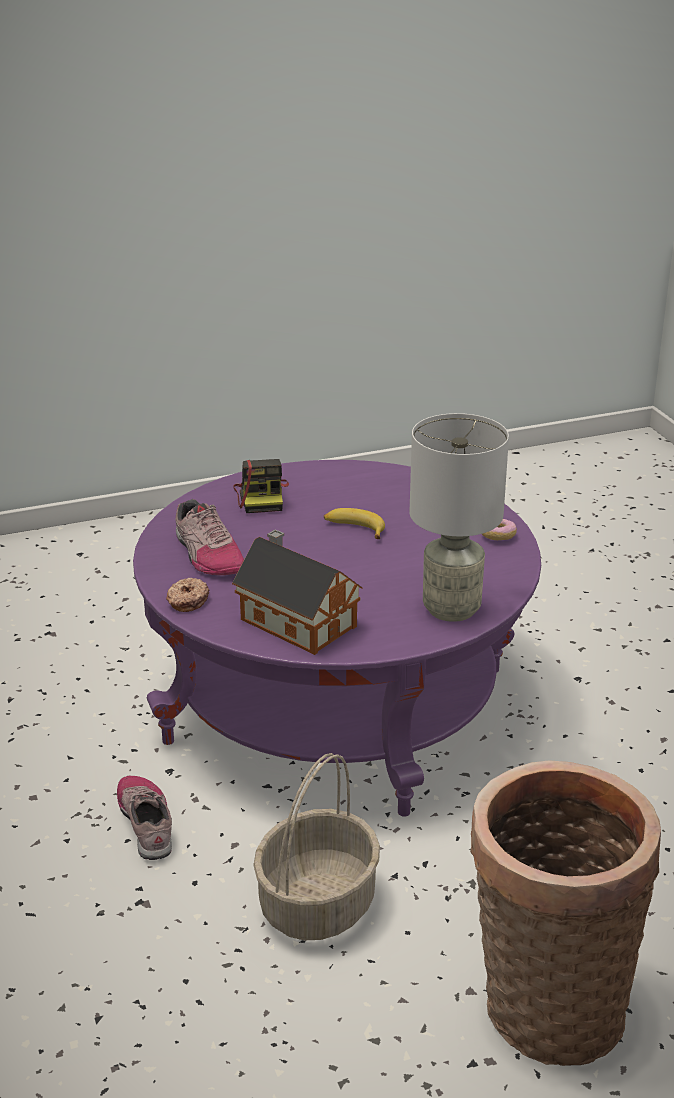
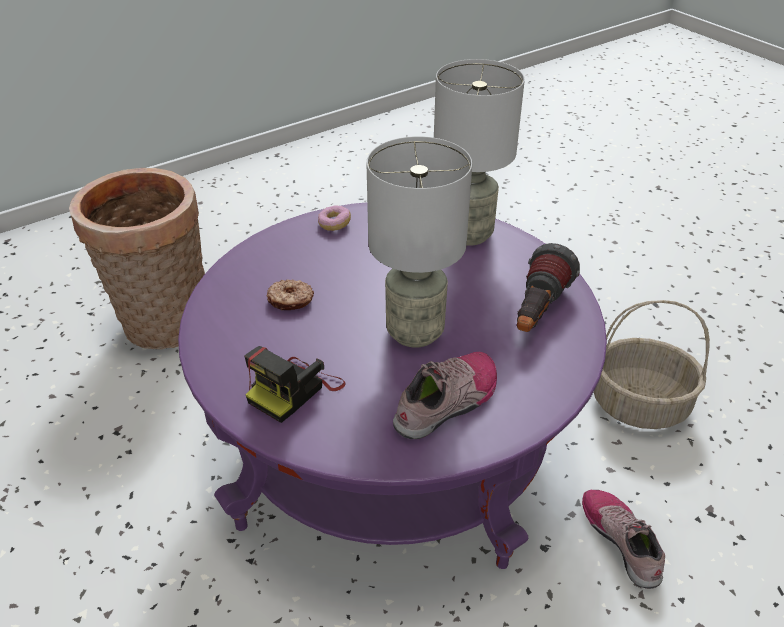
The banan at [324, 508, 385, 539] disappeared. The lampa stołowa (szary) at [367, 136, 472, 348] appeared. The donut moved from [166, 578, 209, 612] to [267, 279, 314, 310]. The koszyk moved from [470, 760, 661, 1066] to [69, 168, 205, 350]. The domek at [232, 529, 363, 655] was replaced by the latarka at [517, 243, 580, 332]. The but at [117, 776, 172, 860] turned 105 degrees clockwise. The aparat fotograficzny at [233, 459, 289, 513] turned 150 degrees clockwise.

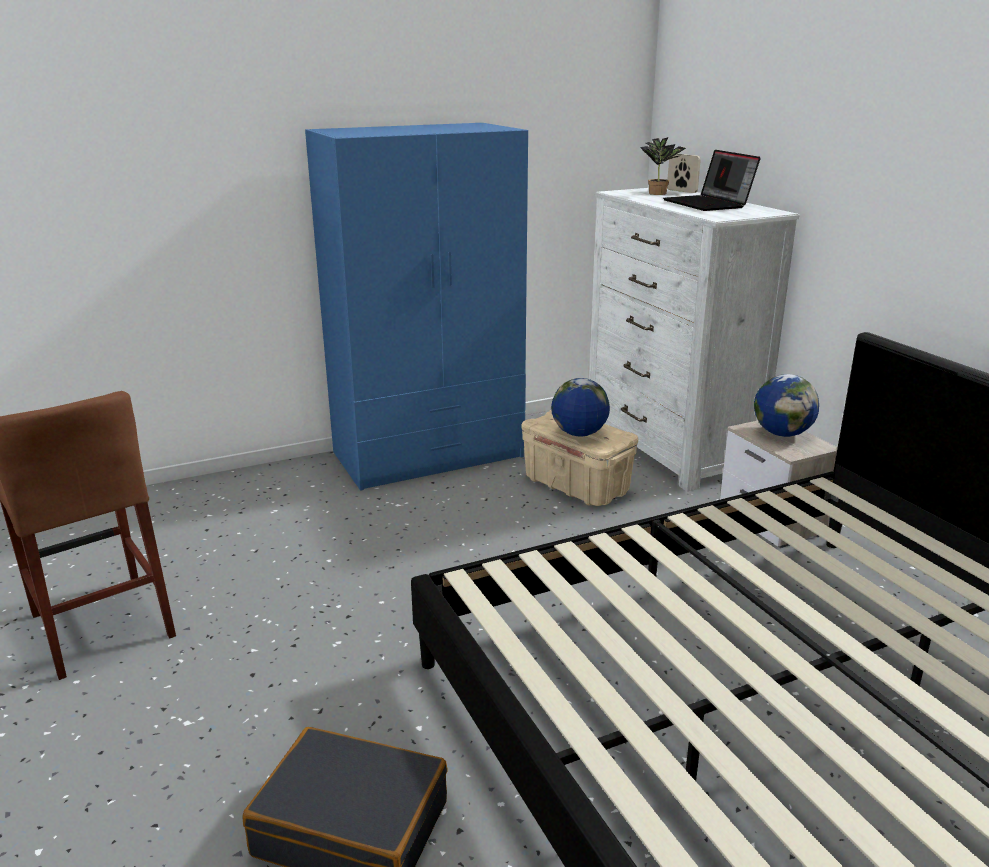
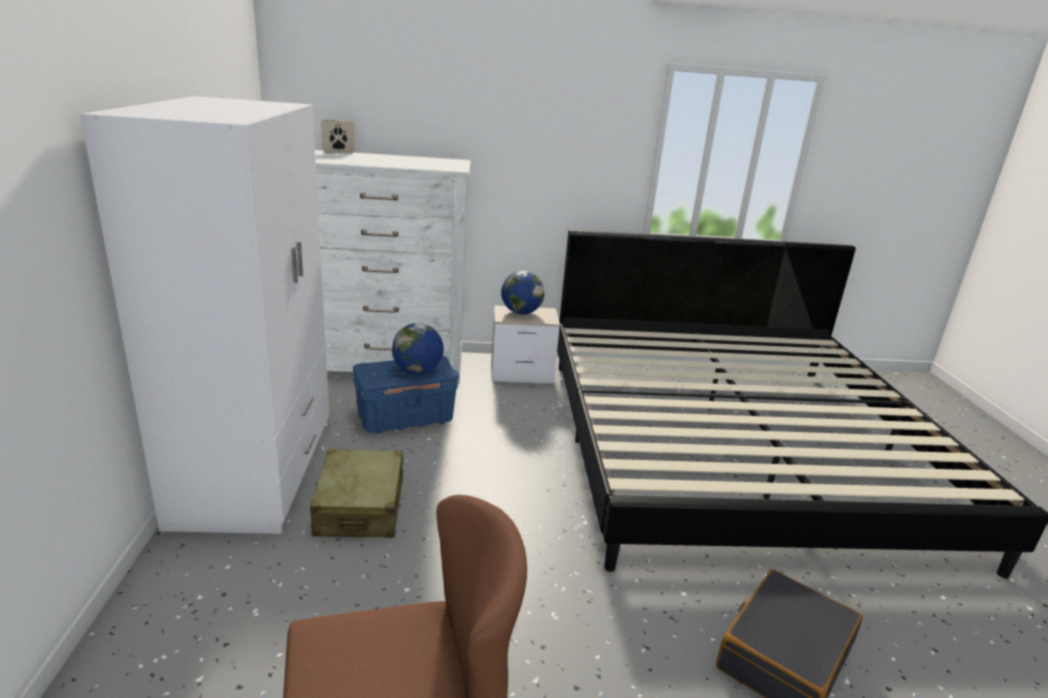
The roślina doniczkowa at [640, 137, 686, 195] disappeared. The laptop at [663, 150, 761, 211] disappeared. The walizka (beżowy) at [310, 449, 403, 538] appeared. The szafa (niebieski) at [305, 123, 528, 491] became the szafa (biały) at [80, 96, 329, 534]. The pojemnik do przechowywania (beżowy) at [522, 410, 638, 506] became the pojemnik do przechowywania (niebieski) at [353, 356, 459, 434].

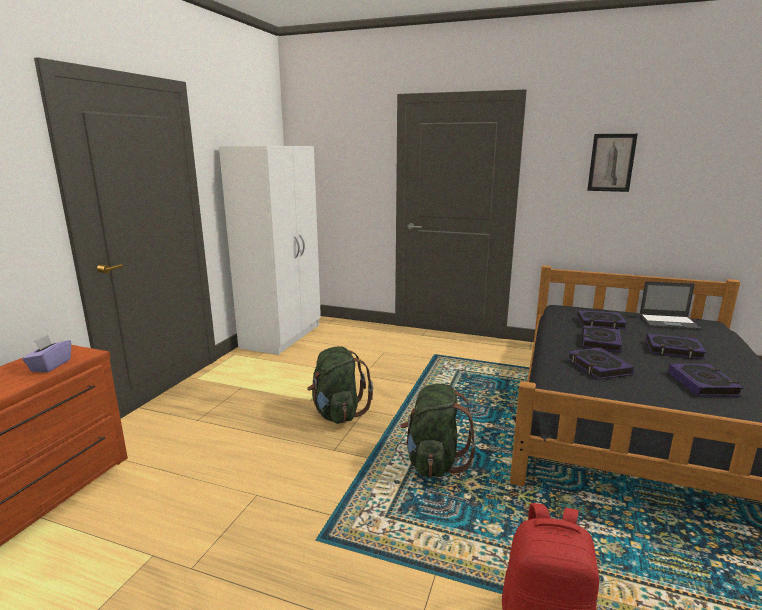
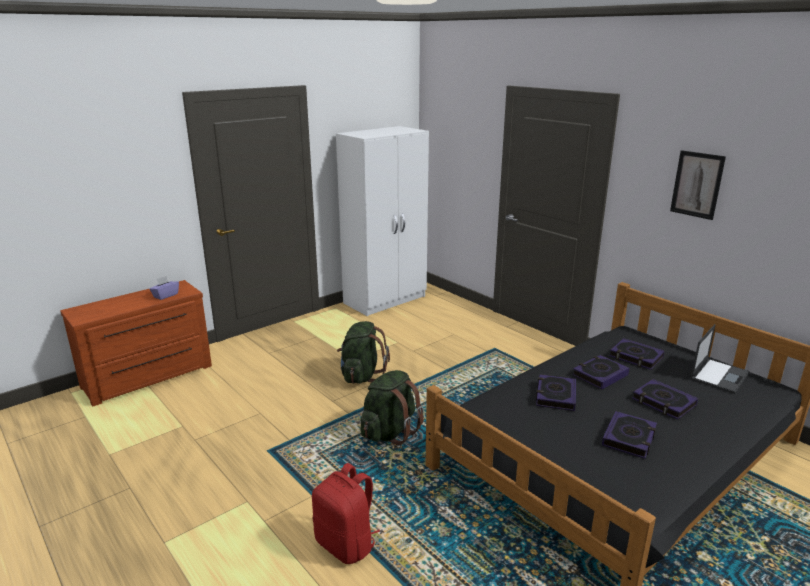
The laptop at [639, 281, 702, 331] turned 90 degrees counterclockwise.

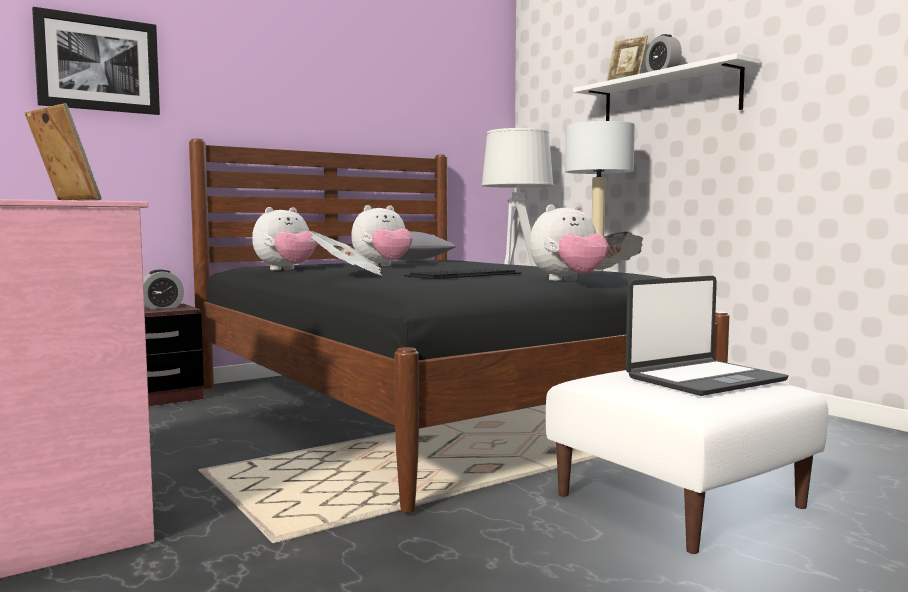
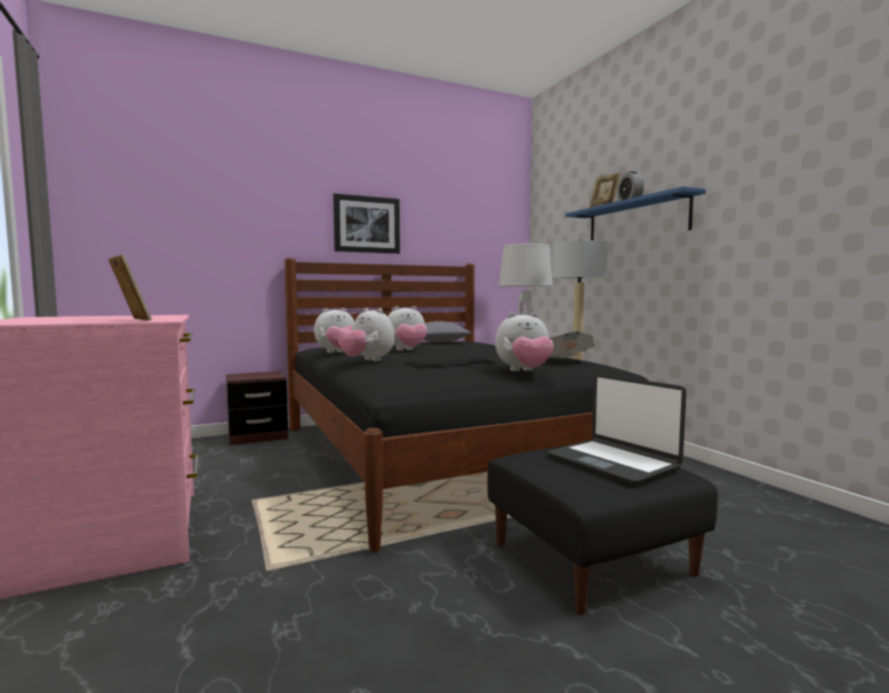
The budzik at [143, 269, 184, 309] disappeared. The obraz moved from [32, 7, 160, 115] to [333, 193, 400, 254]. The gazeta at [310, 231, 382, 276] was replaced by the pluszak at [338, 308, 394, 361]. The pufa (biały) at [546, 370, 828, 554] became the pufa (czarny) at [487, 445, 718, 615]. The półka (biały) at [573, 53, 761, 121] became the półka (niebieski) at [565, 186, 706, 240]. The laptop at [625, 276, 789, 396] turned 75 degrees clockwise.

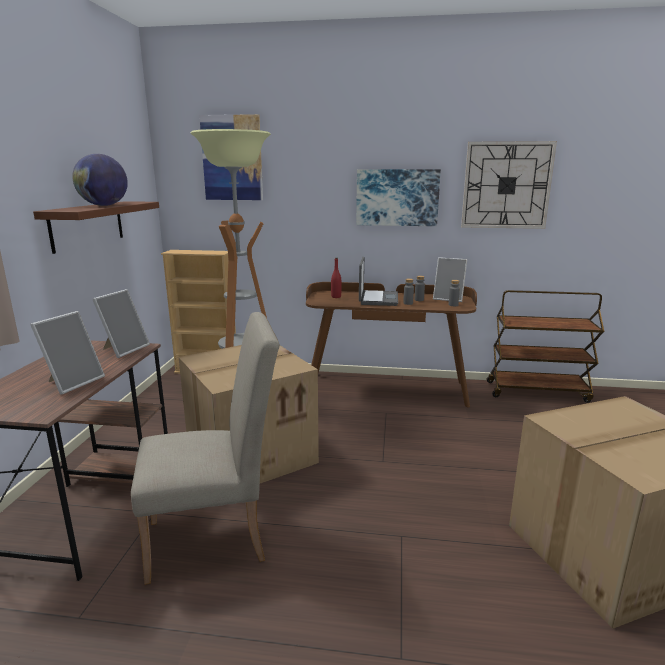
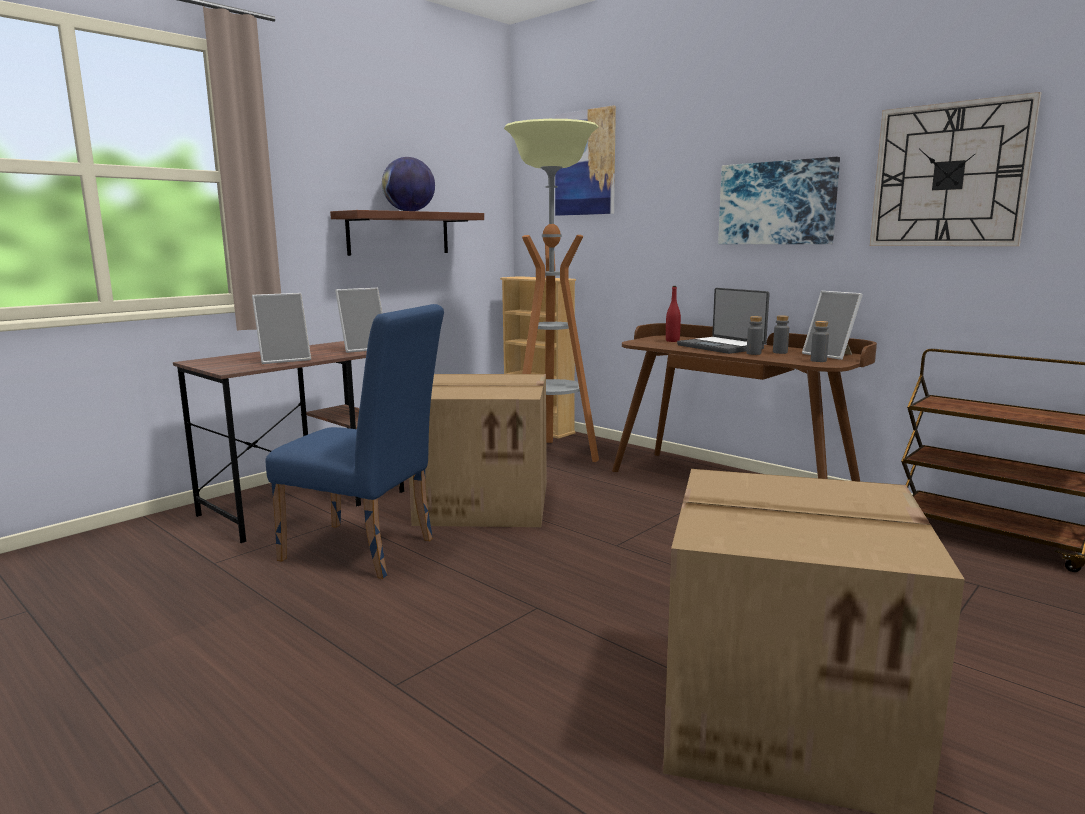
The krzesło (beżowy) at [131, 312, 280, 585] became the krzesło (niebieski) at [266, 304, 444, 579]. The laptop at [359, 257, 398, 306] turned 105 degrees clockwise.

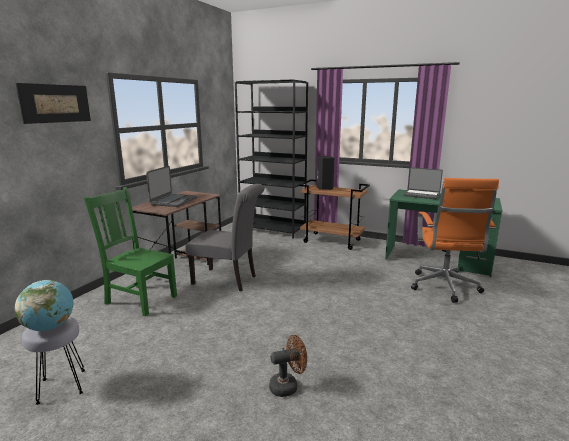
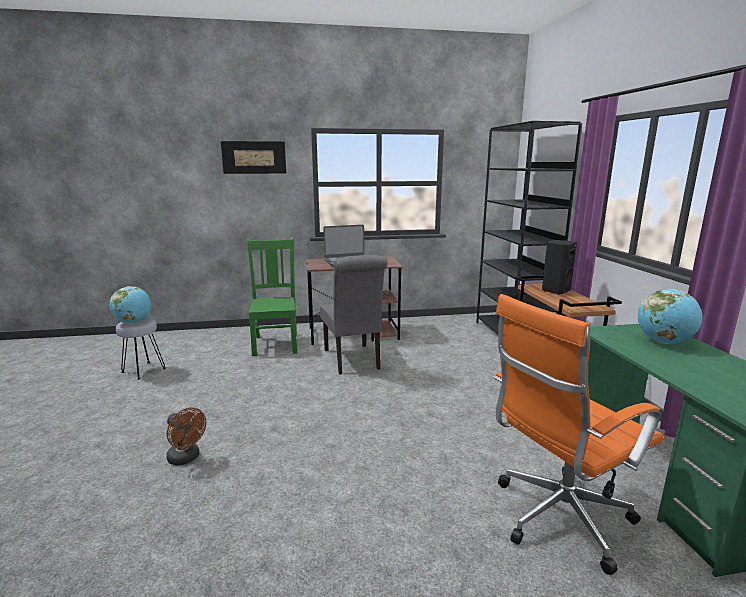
The laptop at [403, 167, 443, 199] was replaced by the globus at [638, 289, 703, 344].

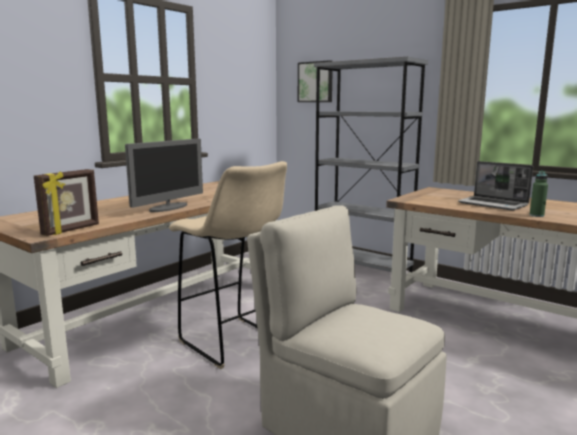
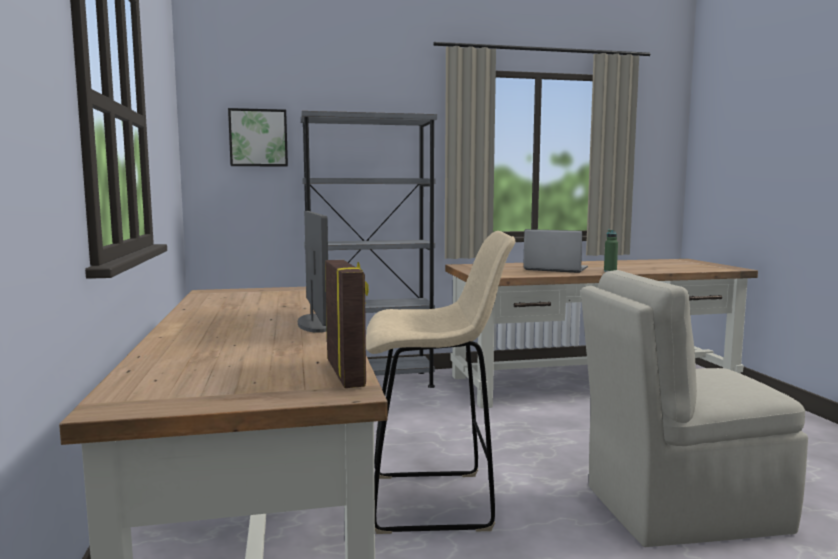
The laptop at [458, 161, 533, 211] turned 150 degrees counterclockwise.

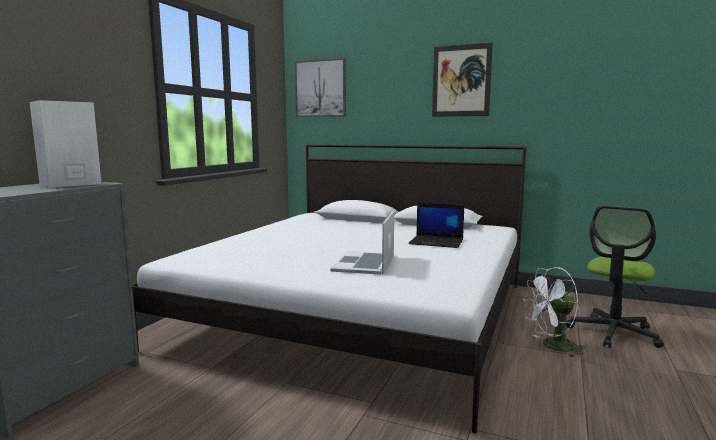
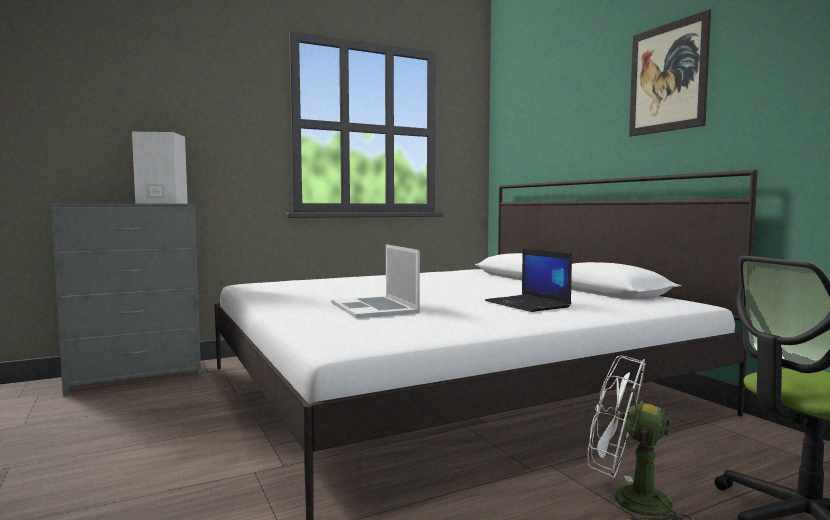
The obraz at [295, 58, 346, 117] disappeared. The laptop at [331, 211, 394, 275] turned 75 degrees counterclockwise.

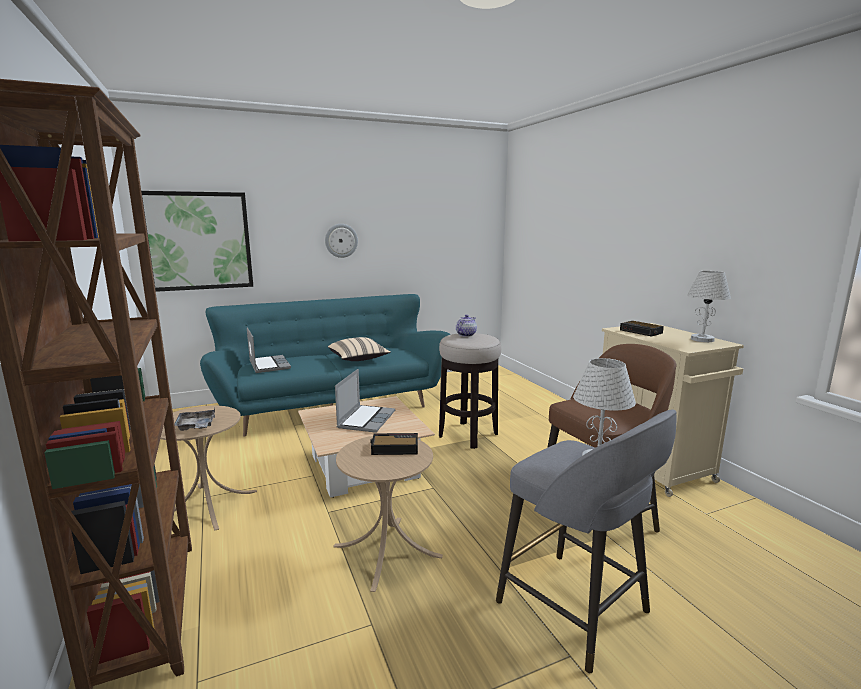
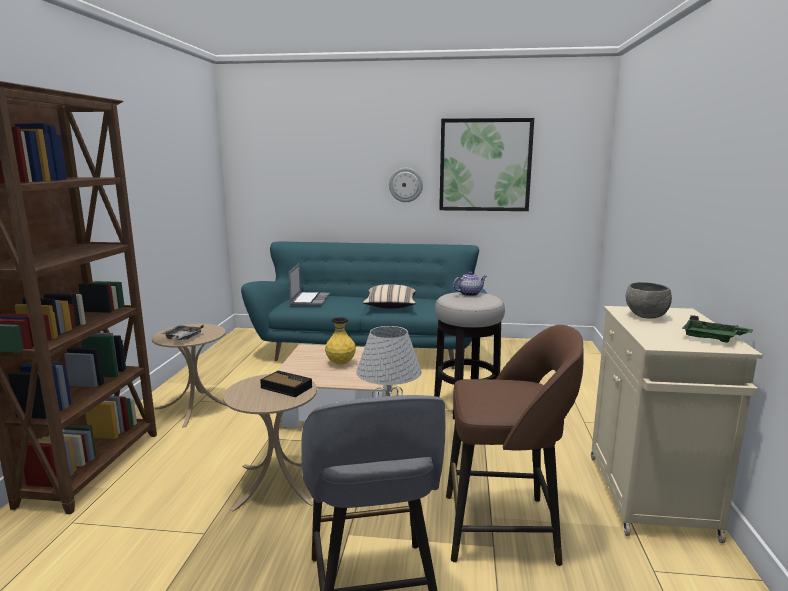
The obraz moved from [141, 191, 253, 292] to [439, 118, 534, 211]. The laptop at [335, 369, 395, 433] was replaced by the wazon (żółty) at [325, 317, 356, 365]. The budzik at [620, 321, 664, 337] was replaced by the miska (szary) at [626, 282, 672, 318]. The lampa stołowa (biały) at [687, 271, 731, 342] was replaced by the taca (zielony) at [682, 315, 753, 343].

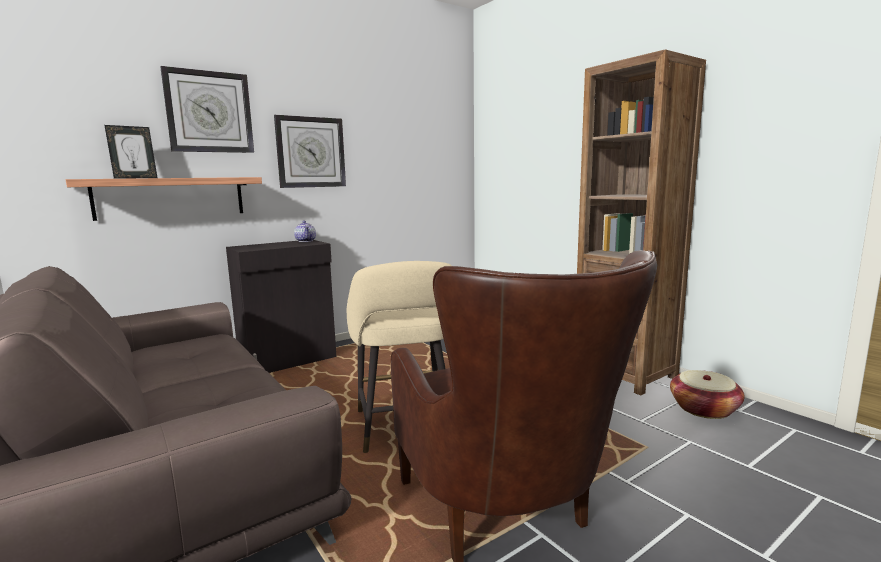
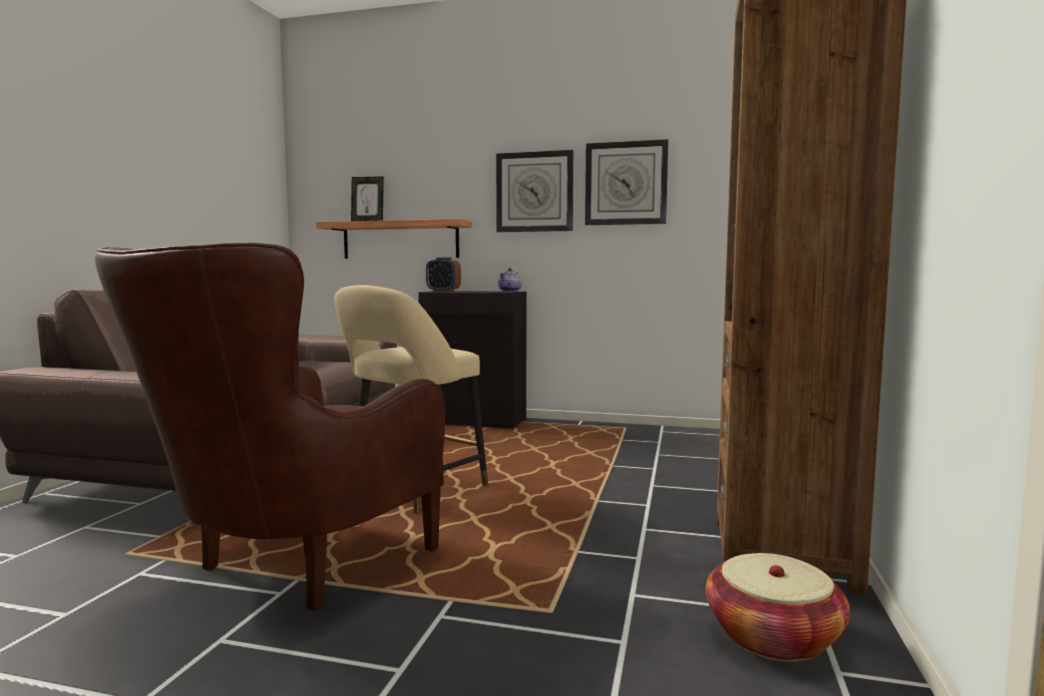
The budzik at [426, 257, 461, 292] appeared. The zegar ścienny moved from [160, 66, 254, 153] to [585, 139, 668, 225].

